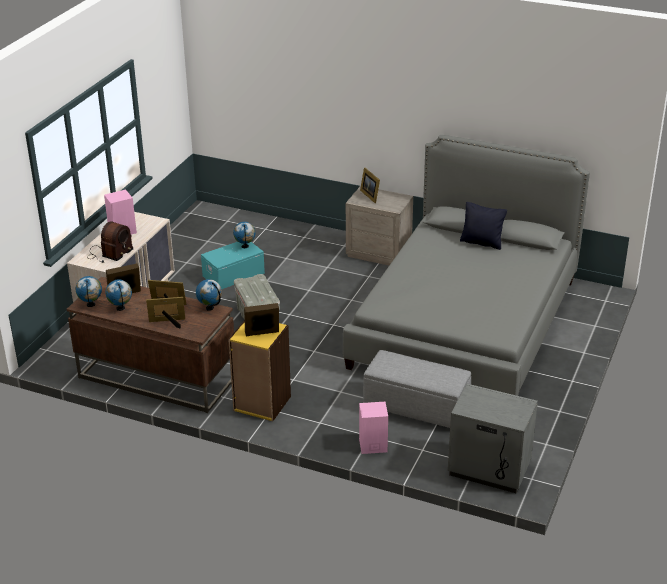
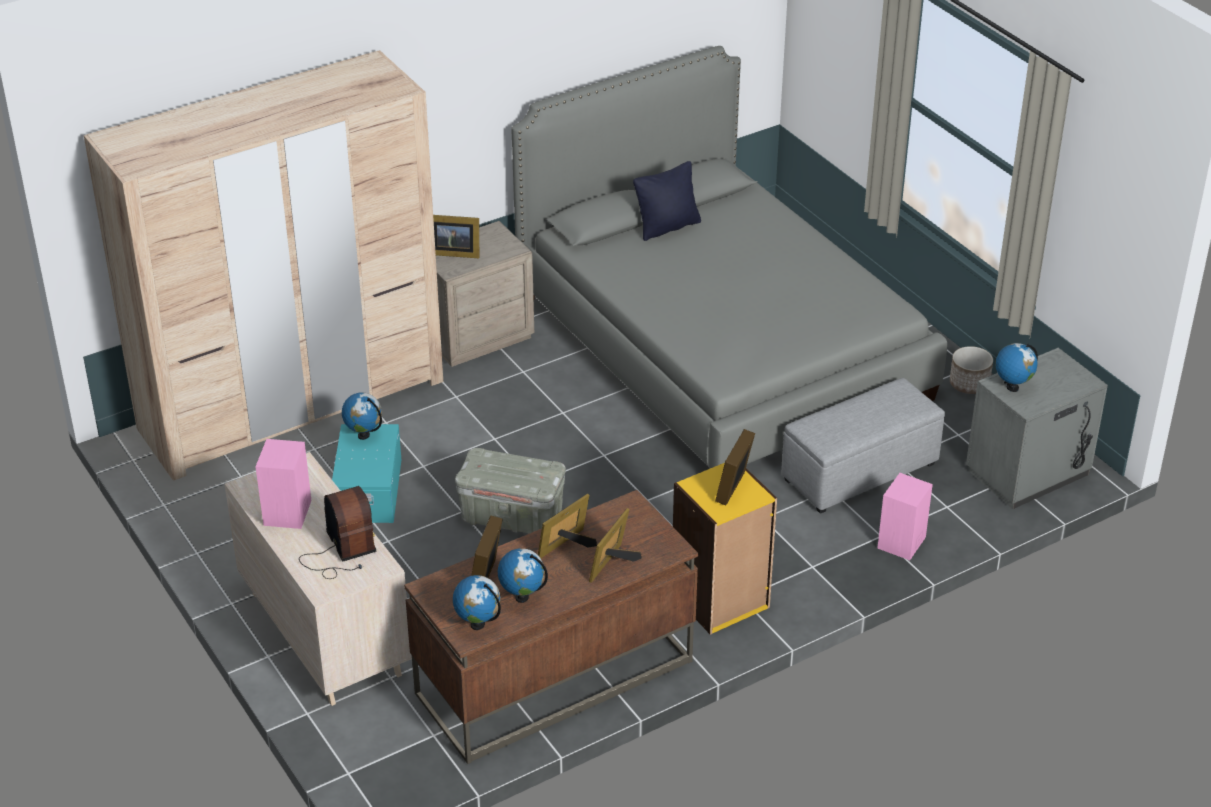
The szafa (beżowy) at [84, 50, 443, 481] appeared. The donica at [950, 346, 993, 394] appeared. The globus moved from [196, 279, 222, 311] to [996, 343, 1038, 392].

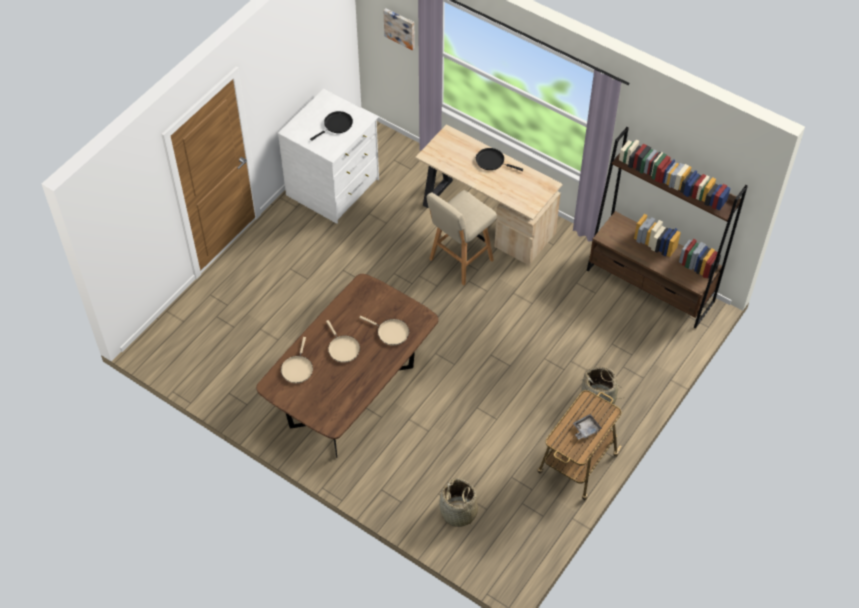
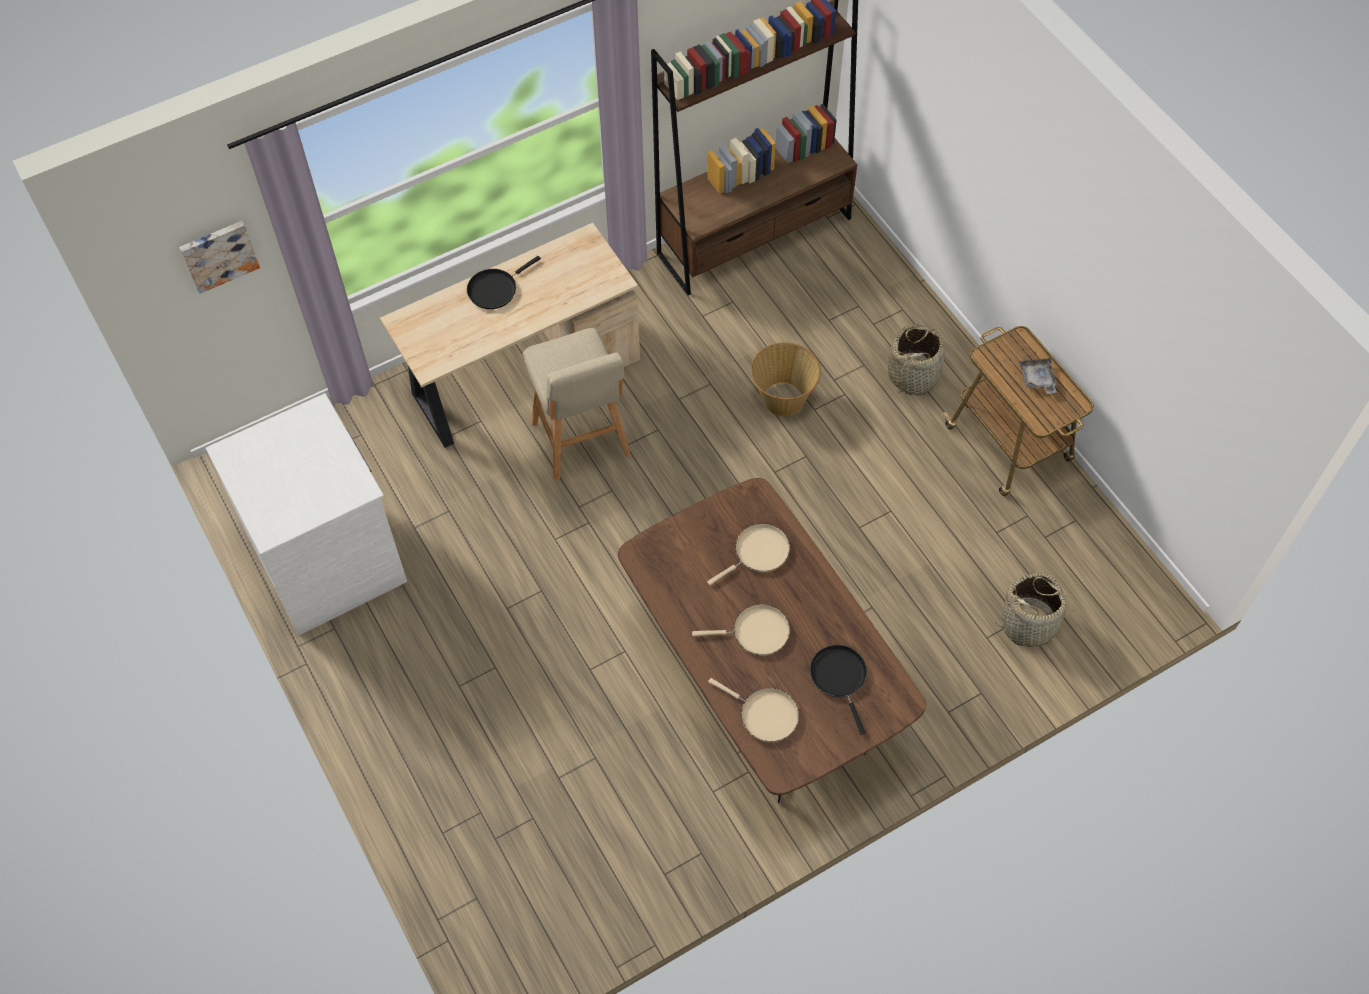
The koszyk at [751, 342, 821, 417] appeared. The patelnia (czarny) moved from [310, 111, 353, 141] to [810, 645, 867, 735].

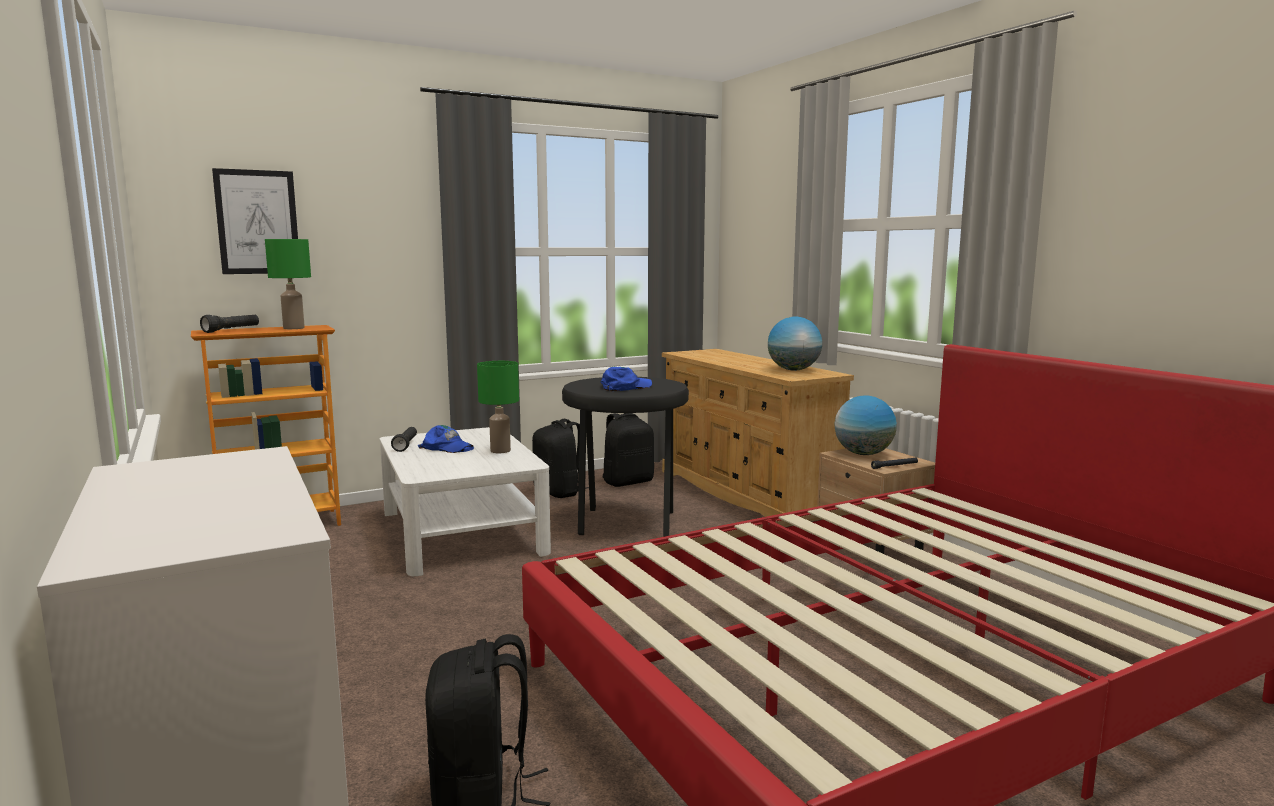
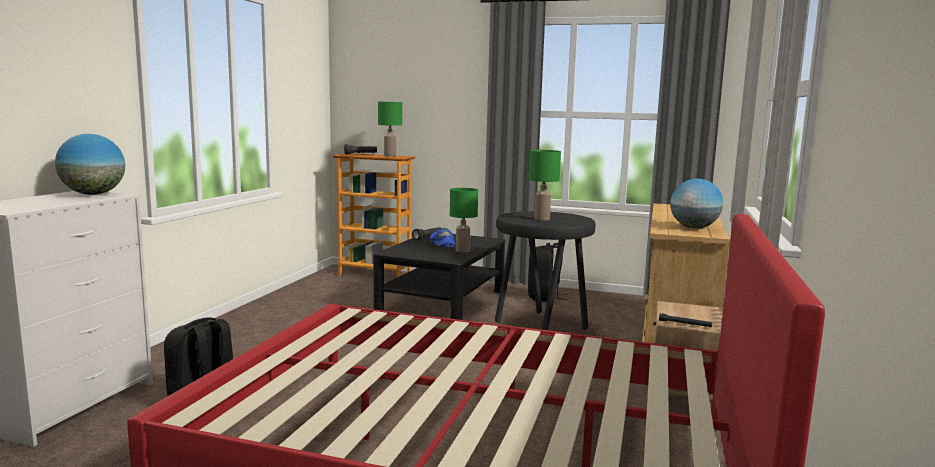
The obraz at [212, 168, 298, 274] disappeared. The plecak (czarny) at [603, 413, 654, 487] disappeared. The globus moved from [835, 395, 897, 455] to [55, 134, 125, 195]. The czapka z daszkiem (niebieski) at [600, 367, 652, 392] was replaced by the lampa stołowa (zielony) at [528, 150, 561, 221]. The ława (biały) at [380, 427, 551, 576] became the ława (czarny) at [373, 234, 505, 320].

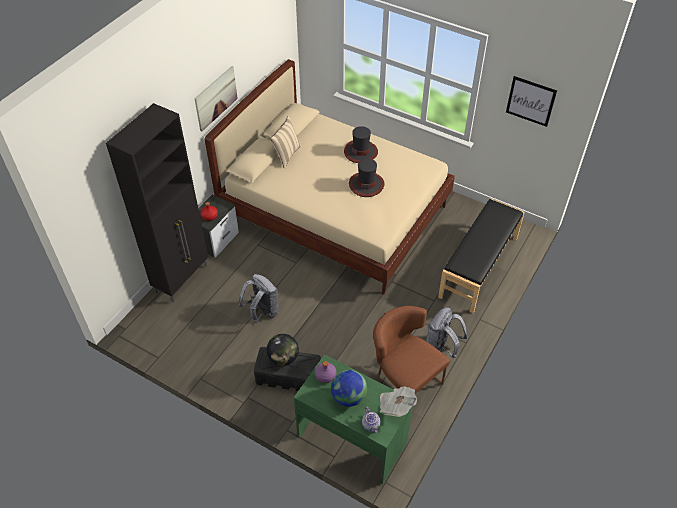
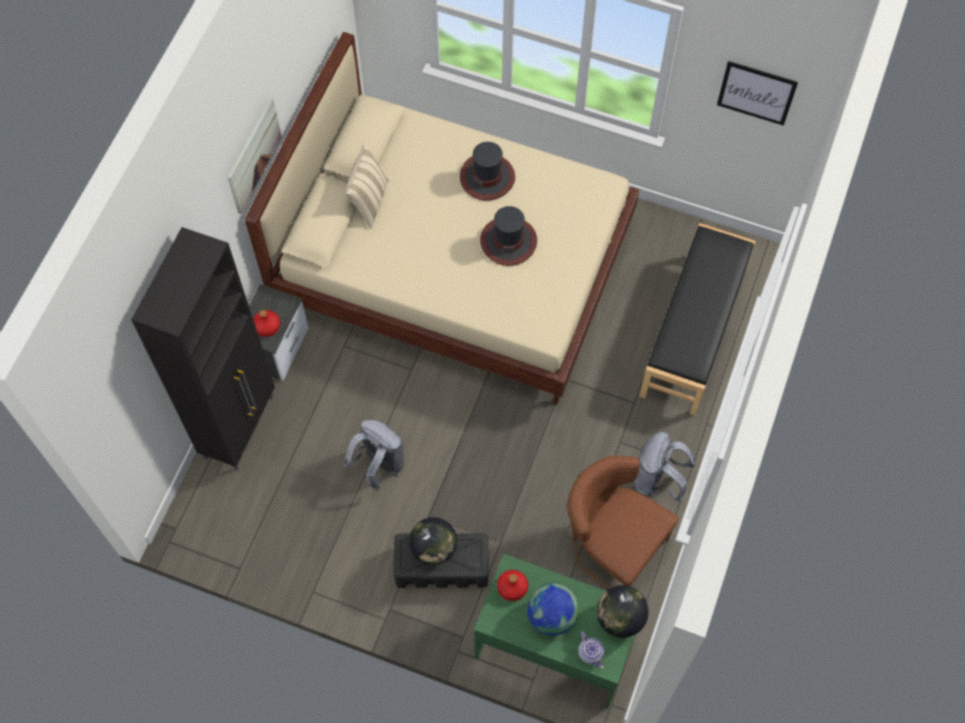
The gazeta at [380, 386, 417, 417] was replaced by the globus at [597, 585, 649, 638]. The butelka (fioletowy) at [315, 361, 336, 383] became the butelka (czerwony) at [497, 570, 528, 601].

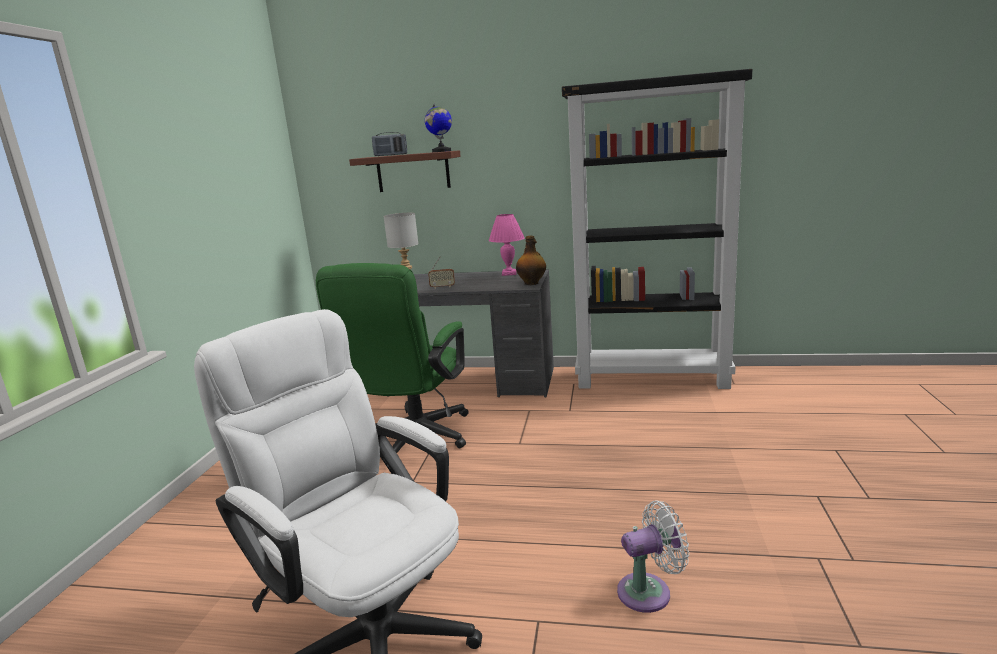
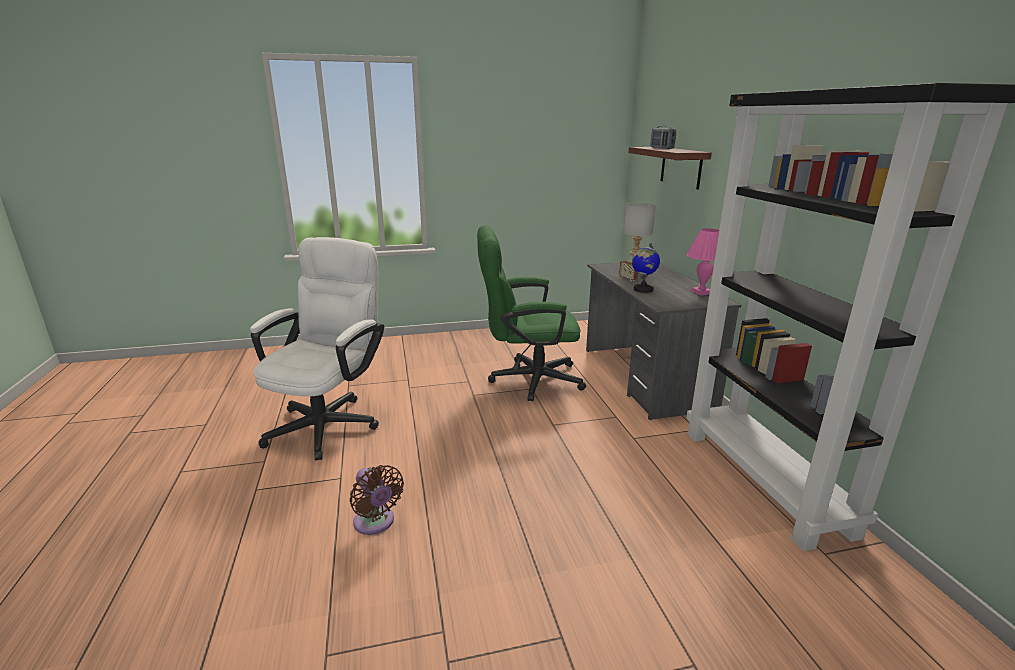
The butelka at [516, 236, 546, 285] disappeared. The globus moved from [425, 103, 452, 152] to [632, 243, 660, 293]. The wentylator (biały) at [617, 501, 689, 613] became the wentylator (brązowy) at [350, 465, 404, 535].

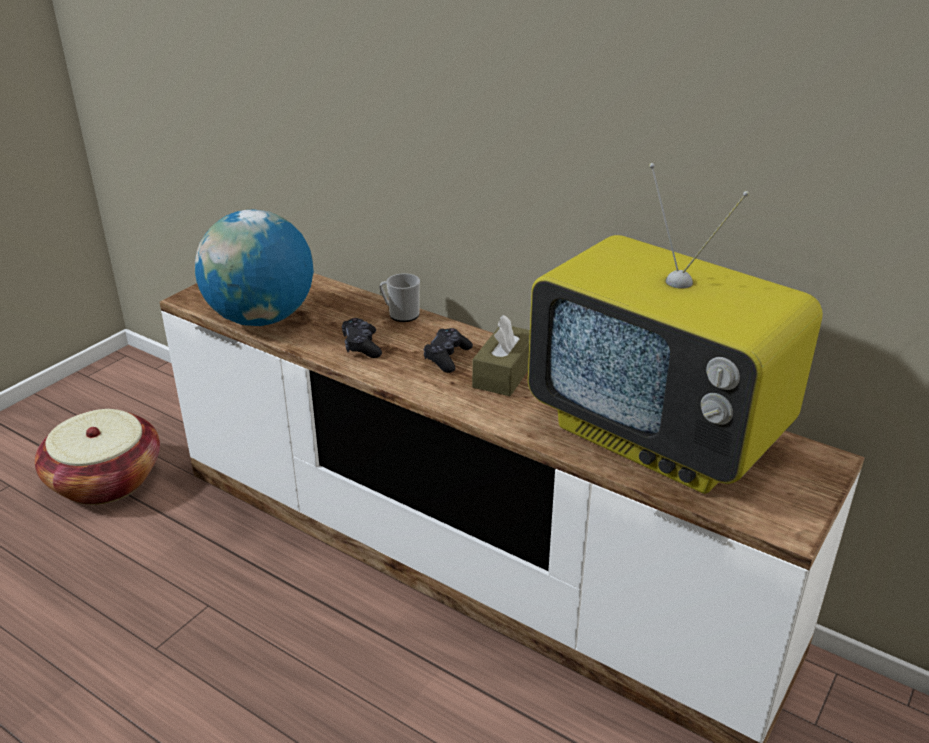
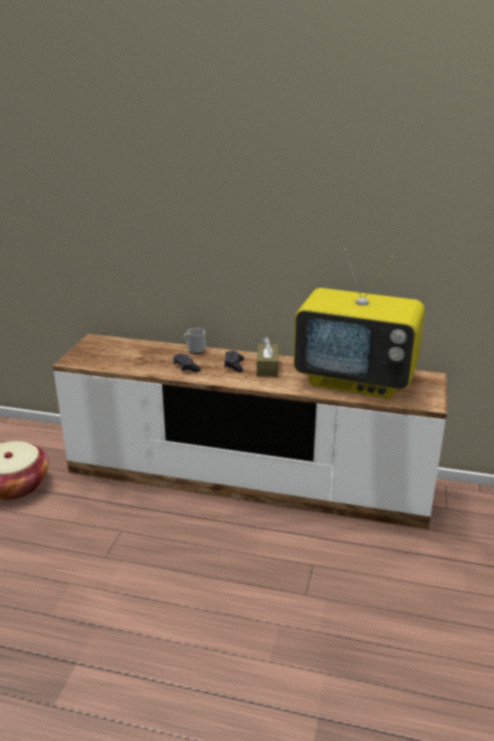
The globus at [195, 209, 314, 326] disappeared.

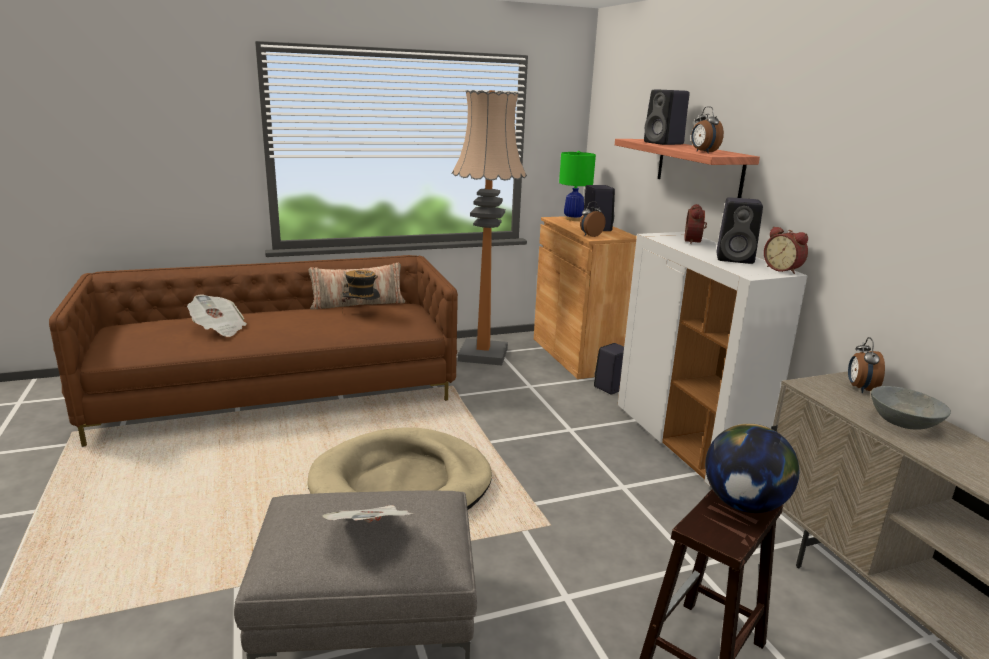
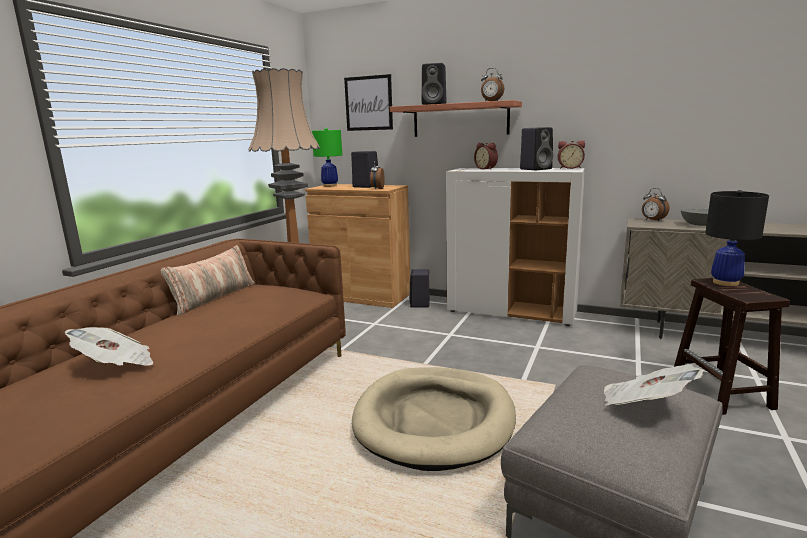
The kapelusz at [342, 270, 380, 312] disappeared. The obraz at [344, 74, 393, 131] appeared. The globus at [705, 423, 799, 513] was replaced by the lampa stołowa (czarny) at [705, 190, 769, 286].

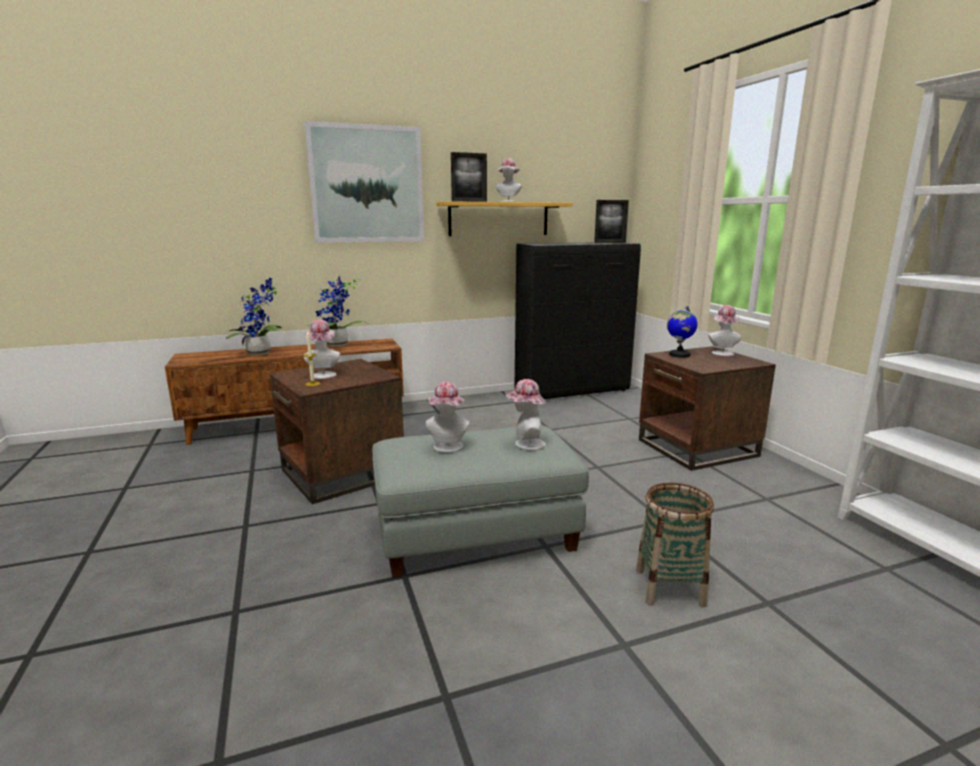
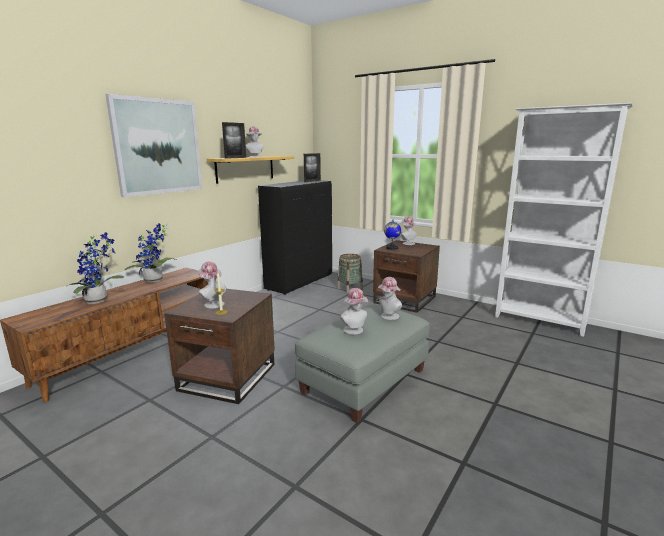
The koszyk moved from [636, 482, 714, 607] to [337, 254, 363, 294].

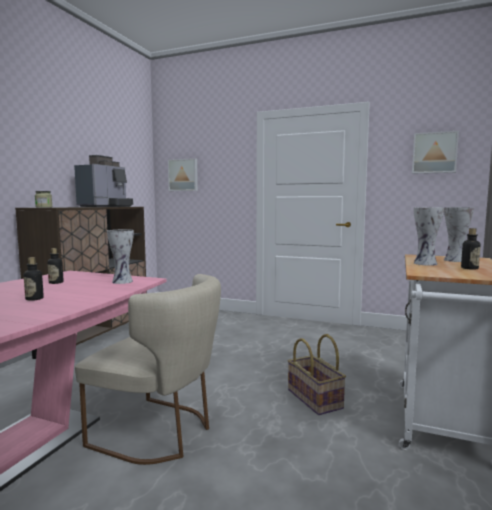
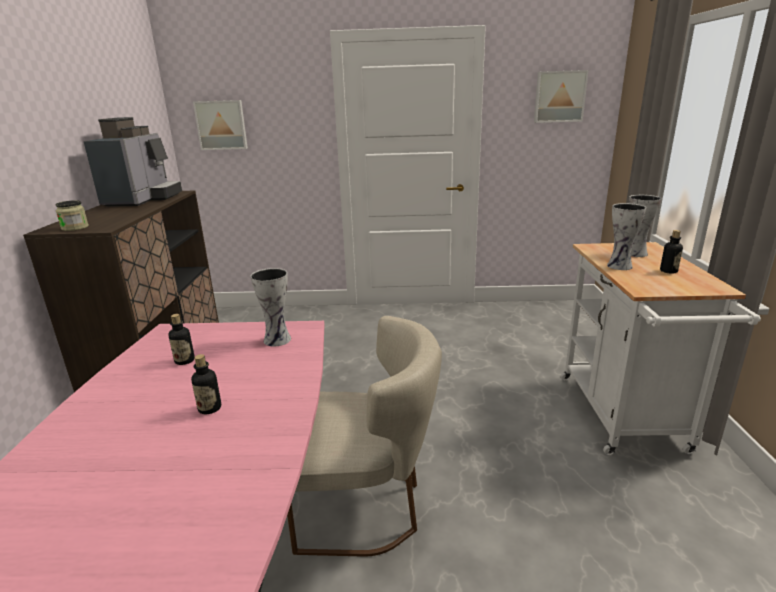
The koszyk at [288, 334, 346, 415] disappeared.

